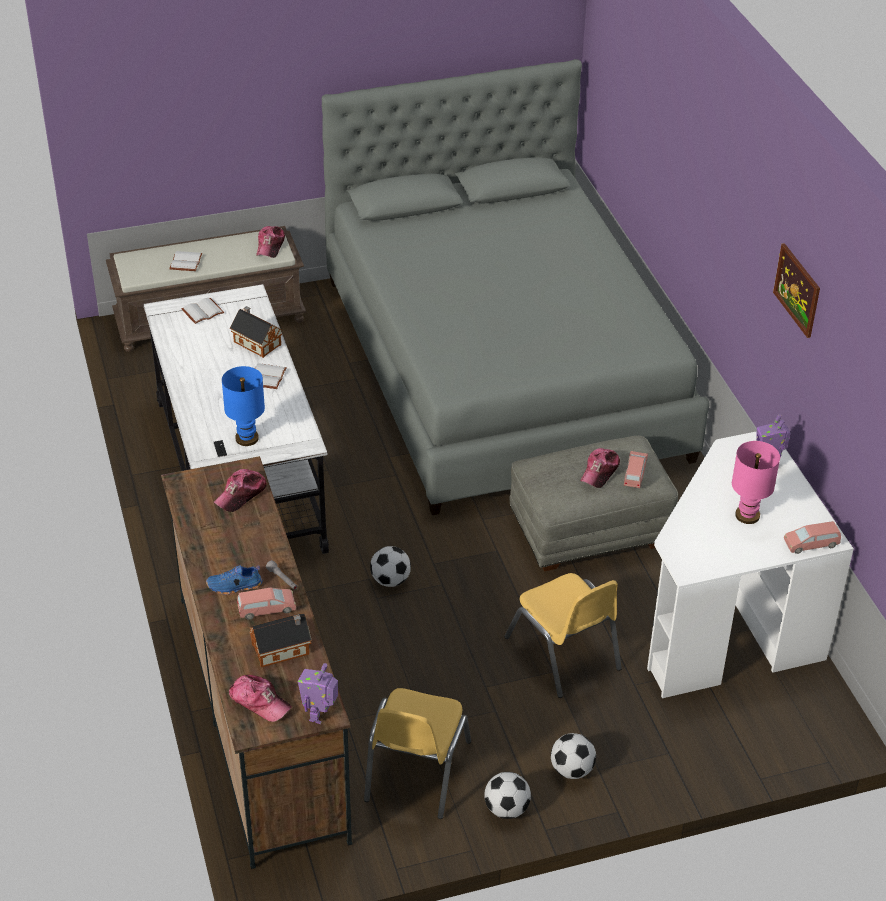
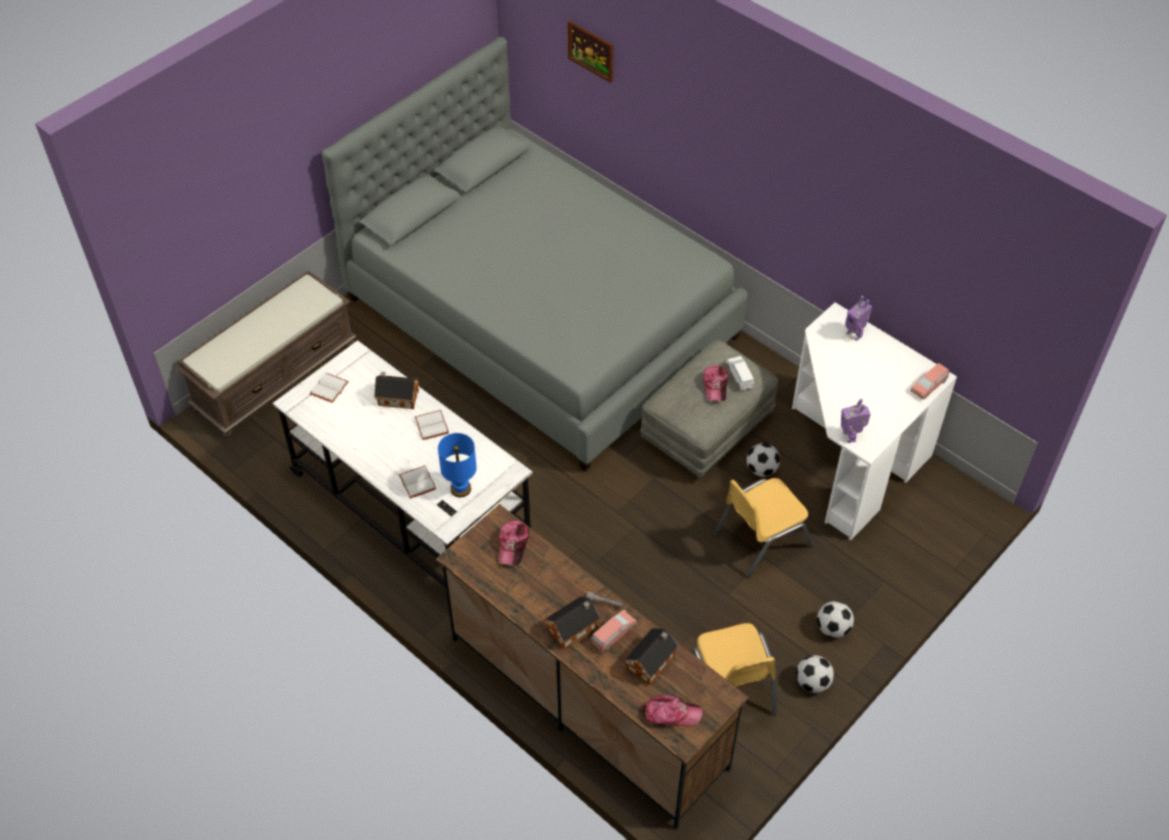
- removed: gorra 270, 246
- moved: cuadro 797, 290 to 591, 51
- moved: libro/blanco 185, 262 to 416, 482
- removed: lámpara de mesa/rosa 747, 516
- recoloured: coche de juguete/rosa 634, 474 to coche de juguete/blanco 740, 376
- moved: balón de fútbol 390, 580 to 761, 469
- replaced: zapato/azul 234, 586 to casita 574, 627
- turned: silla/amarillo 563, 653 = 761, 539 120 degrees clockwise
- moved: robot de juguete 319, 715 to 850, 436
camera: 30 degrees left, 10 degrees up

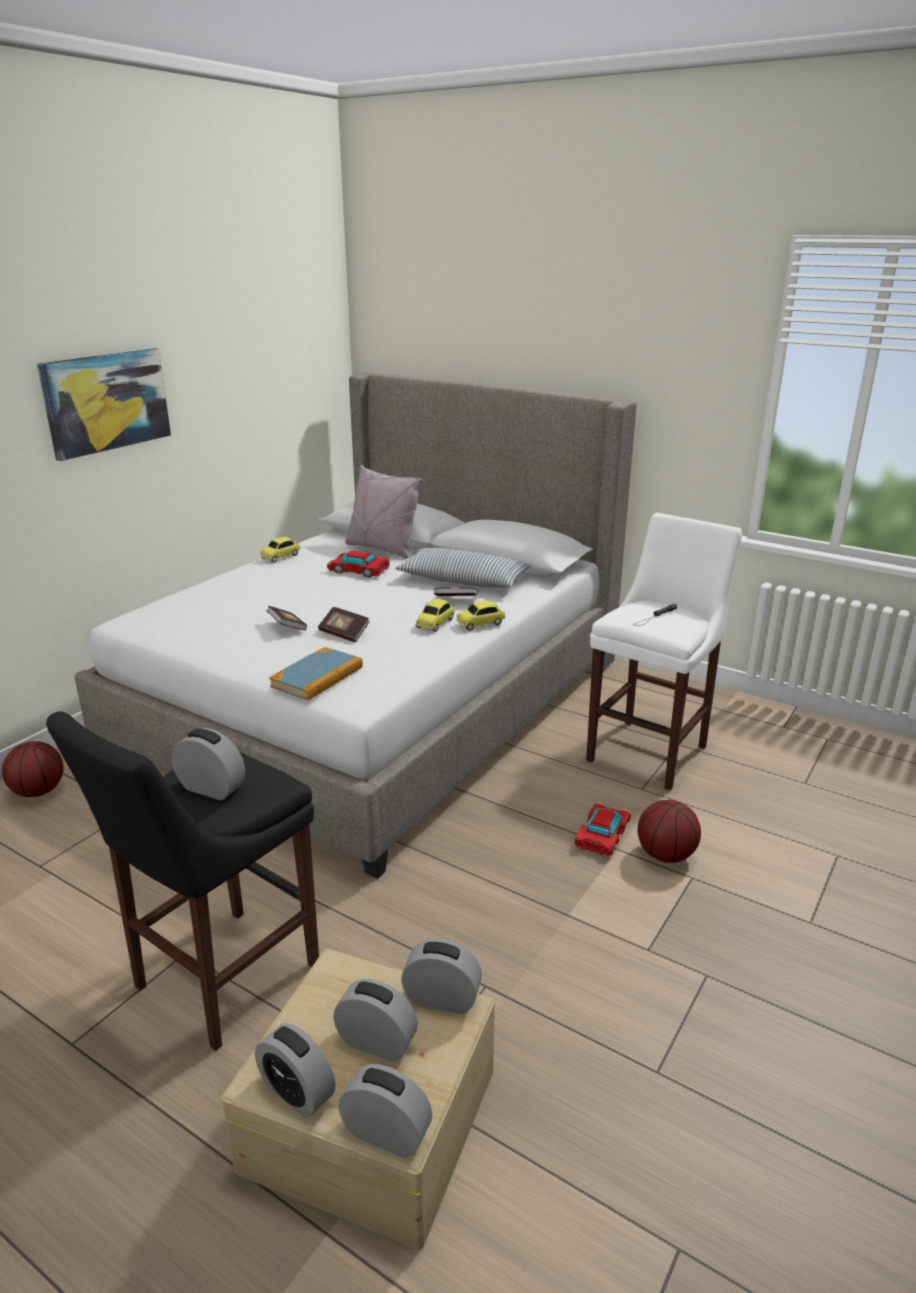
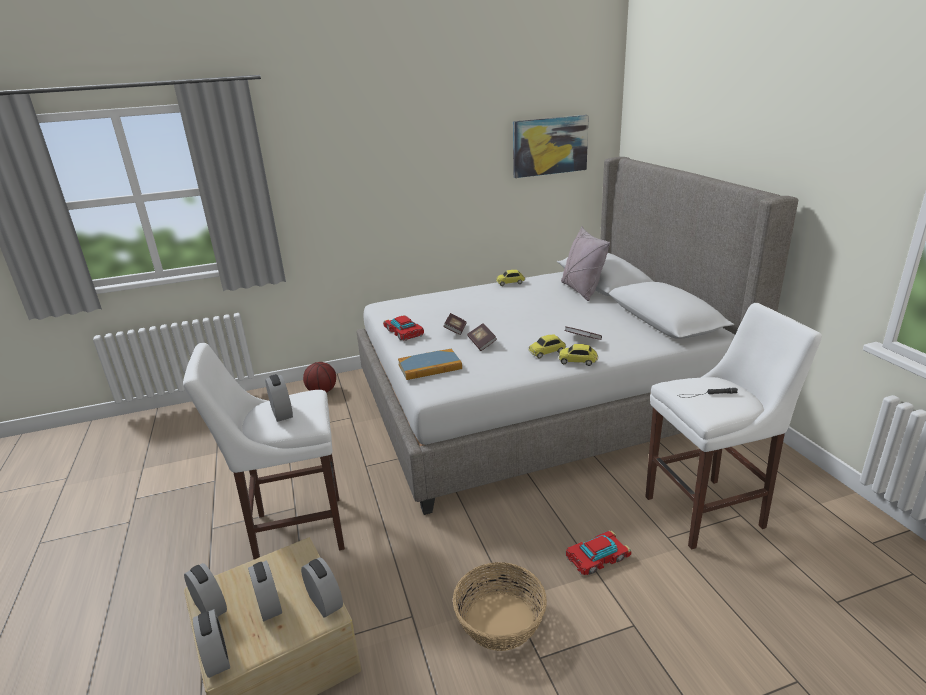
- moved: cuadro 106, 402 to 550, 146
- removed: cojín 463, 580
- moved: coche de juguete 358, 570 to 403, 332
- recoloured: taburete/negro 219, 980 to taburete/blanco 294, 531
- removed: balón de baloncesto 665, 854
- turned: despertador 297, 1092 = 210, 607 150 degrees clockwise
- added: cesta 500, 621
camera: 40 degrees right, 0 degrees up

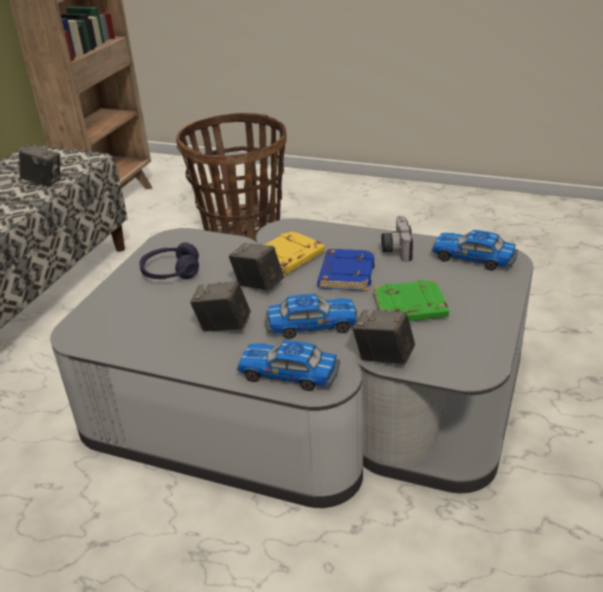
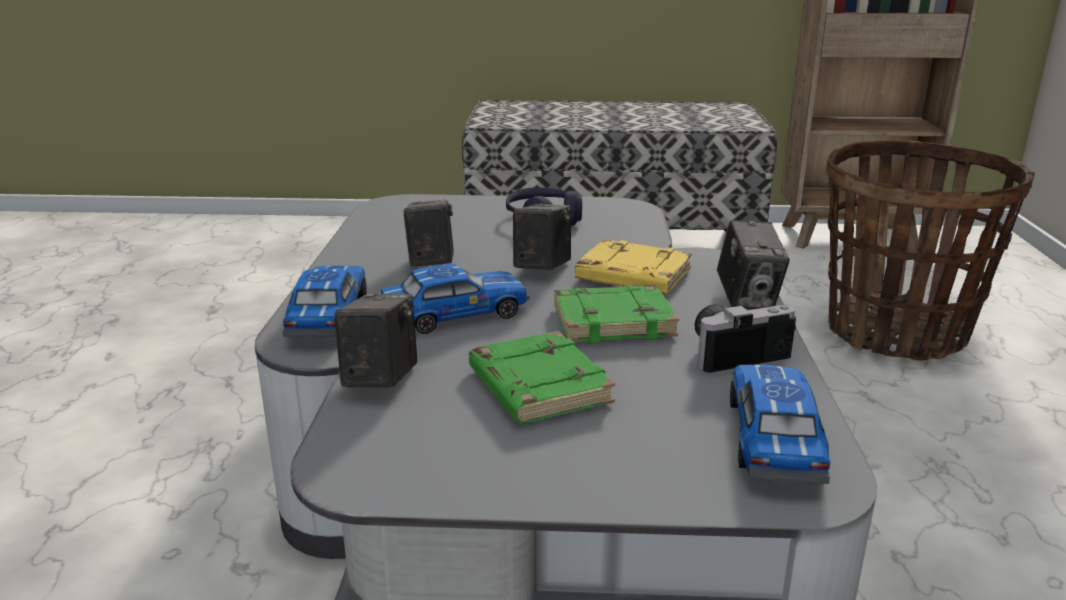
- moved: cámara 44, 182 to 747, 299
- recoloured: libro/azul 346, 274 to libro/verde 614, 321
- turned: coche de juguete 311, 325 = 453, 315 90 degrees counterclockwise
camera: 70 degrees right, 10 degrees down

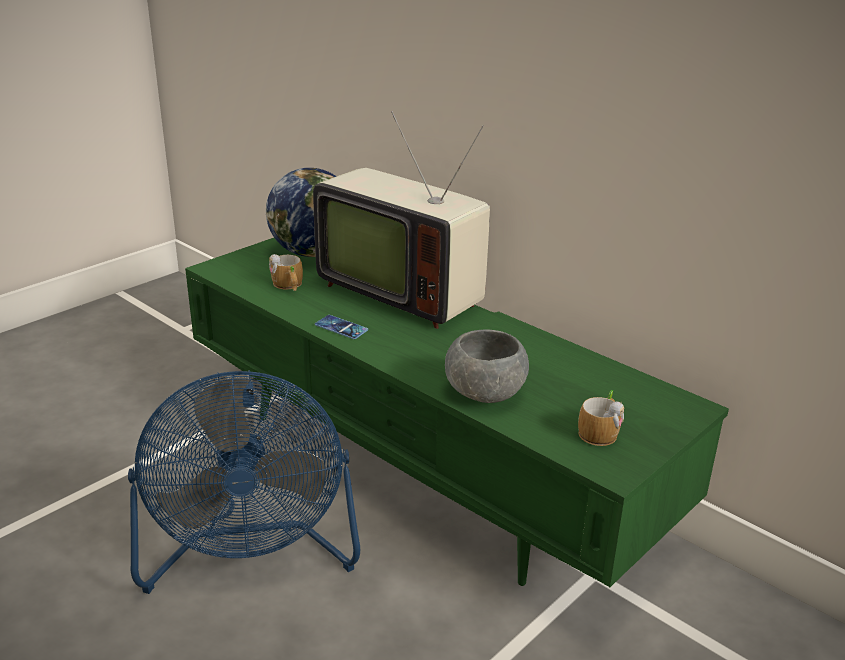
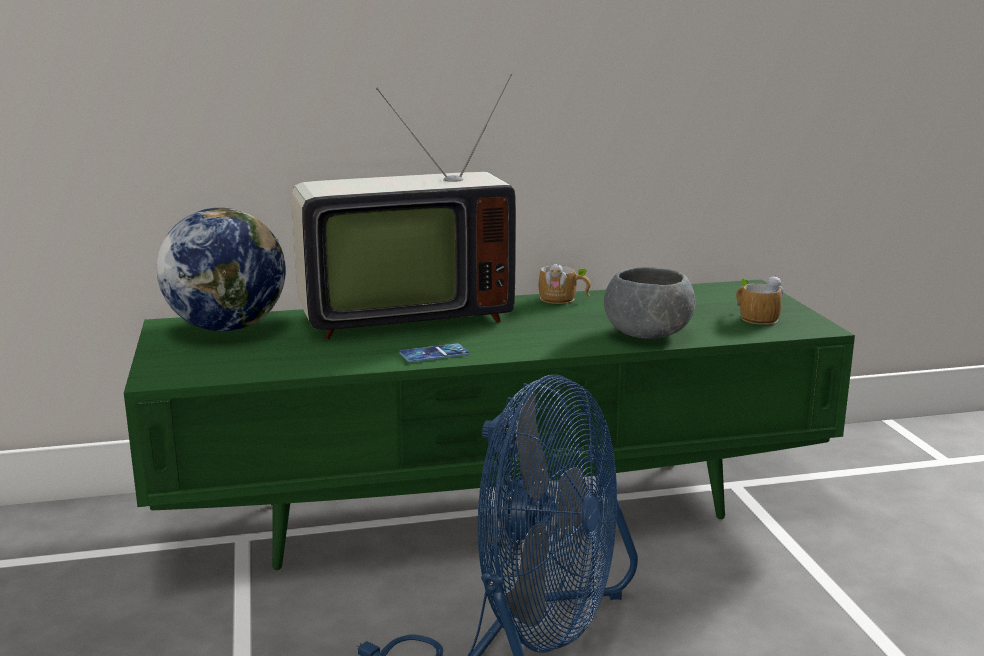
- moved: taza grande 288, 286 to 564, 299
camera: 55 degrees left, 10 degrees down

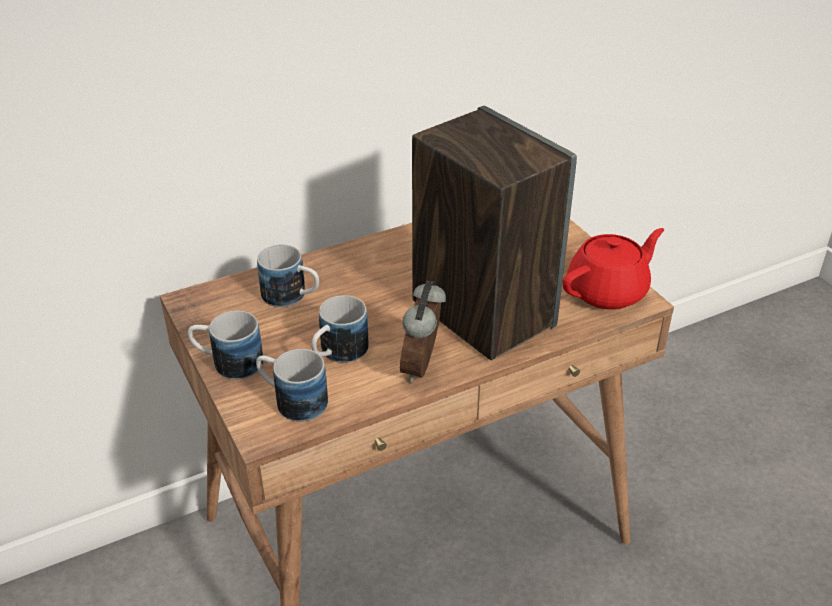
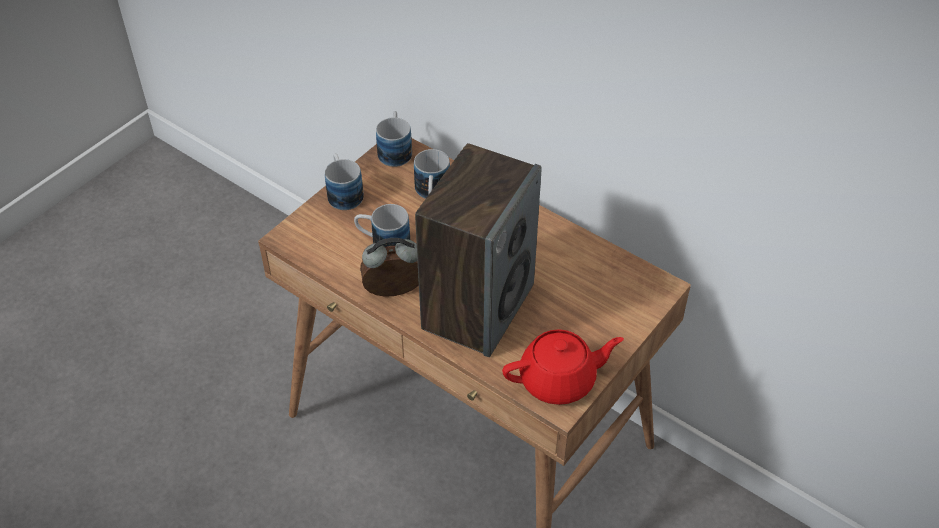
- turned: tetera/rojo 608, 291 = 559, 380 45 degrees counterclockwise
- moved: taza grande 292, 401 to 395, 150
camera: 65 degrees right, 10 degrees up

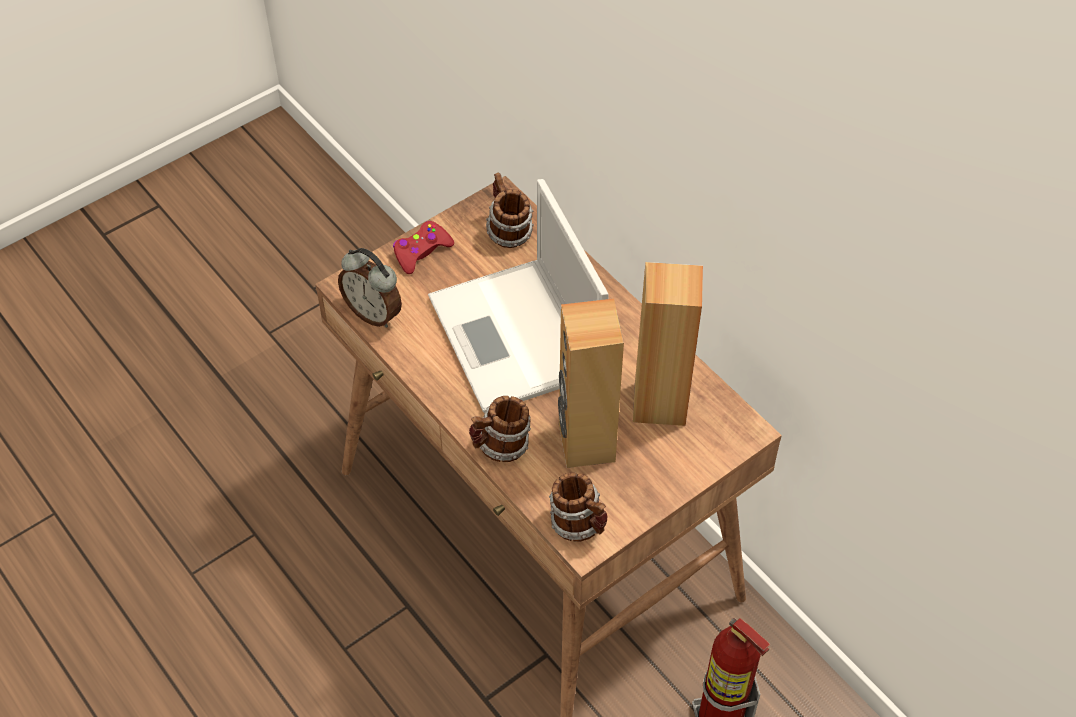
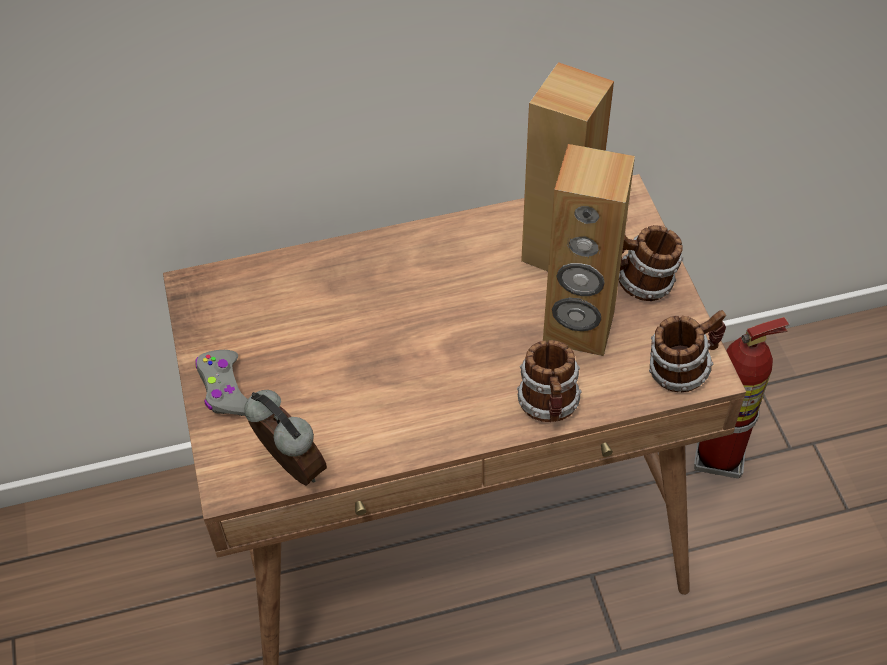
- moved: taza grande 507, 231 to 641, 284
- removed: portátil 517, 338
- recoloured: mando de consola/rojo 421, 252 to mando de consola/gris 225, 389
- turned: despertador 374, 313 = 289, 468 105 degrees counterclockwise
camera: 65 degrees left, 0 degrees up

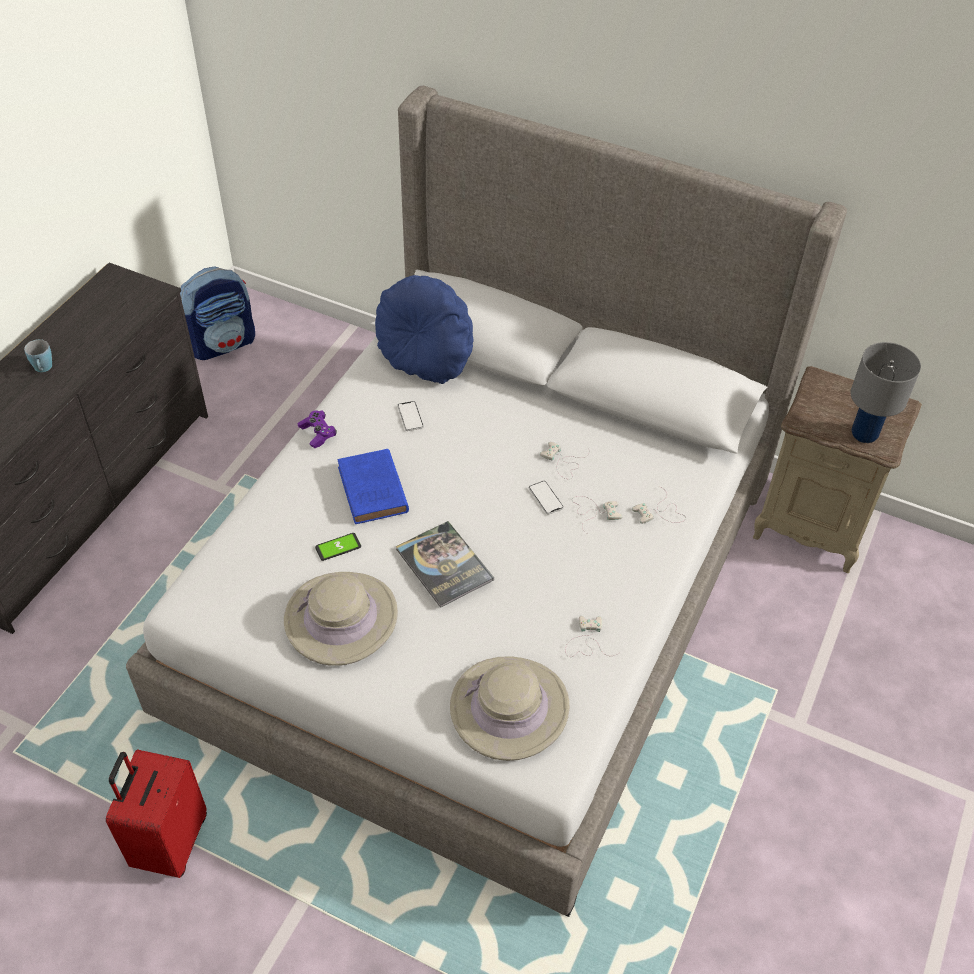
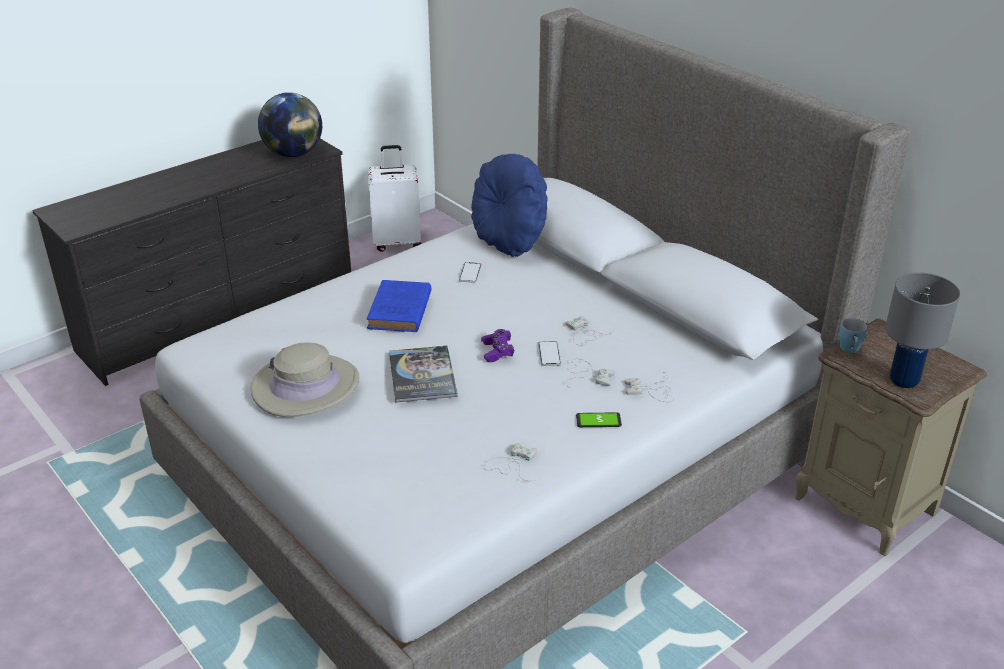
- replaced: mochila 223, 343 to maleta/blanco 397, 242
- moved: taza grande/azul 43, 369 to 850, 350
- moved: mando de consola/morado 318, 433 to 497, 351
- moved: móvil 338, 547 to 598, 421
- removed: sombrero/beis 509, 708
- removed: maleta/rojo 169, 842
- added: globo terráqueo 293, 154
camera: 25 degrees right, 15 degrees down

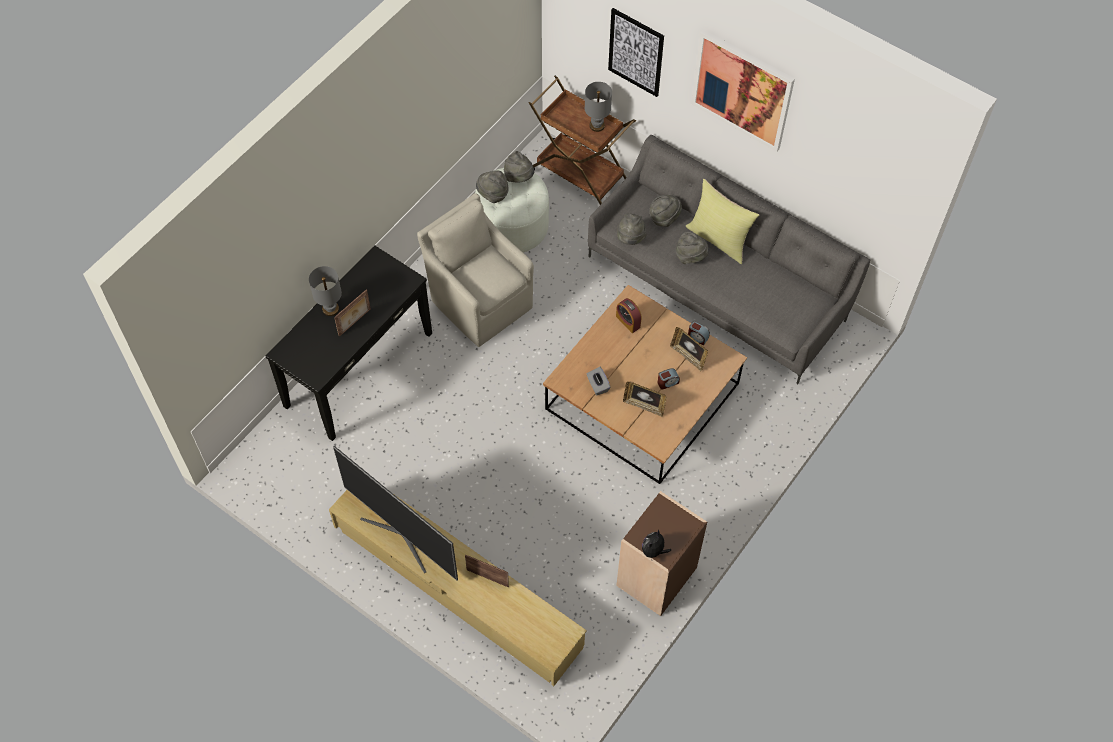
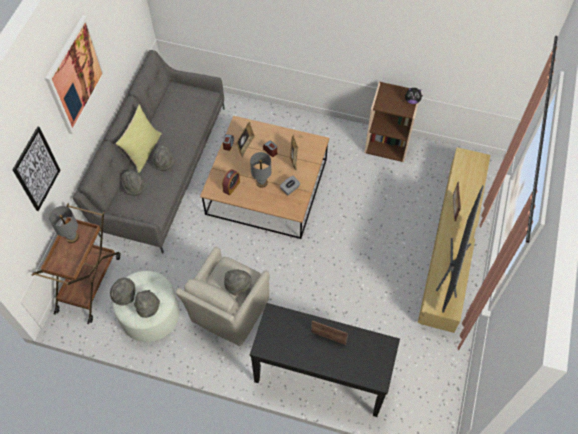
- moved: sombrero/gris 630, 239 to 238, 286
- moved: lámpara de mesa/gris 330, 309 to 262, 182
camera: 110 degrees left, 0 degrees up

